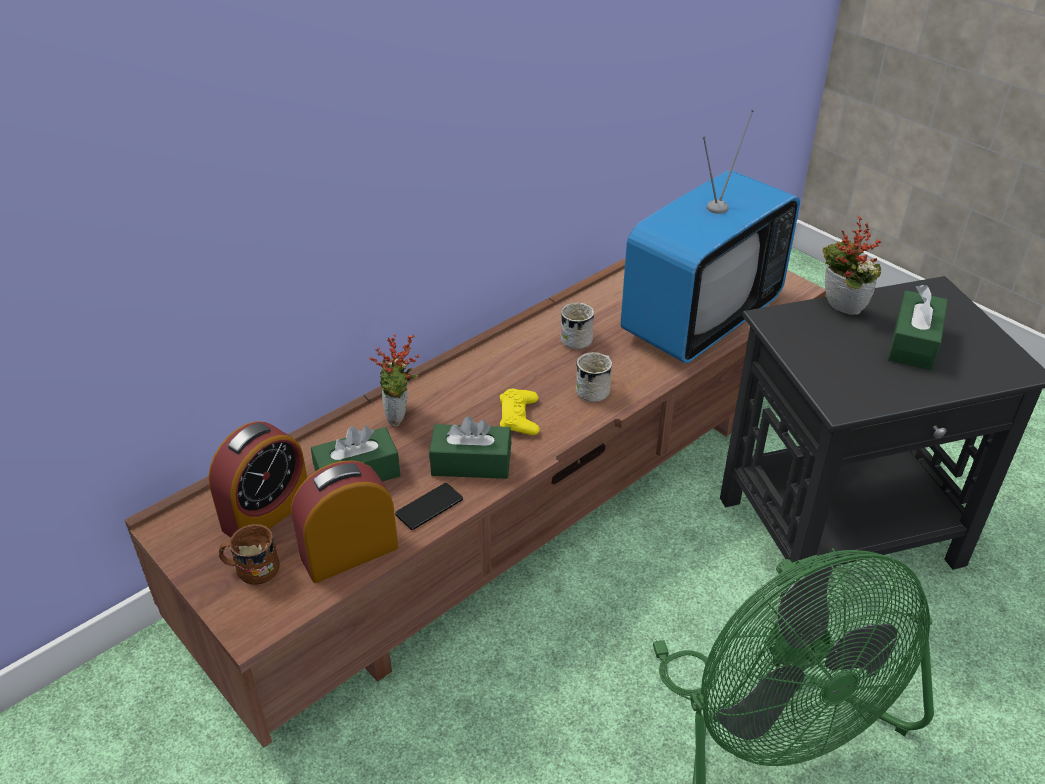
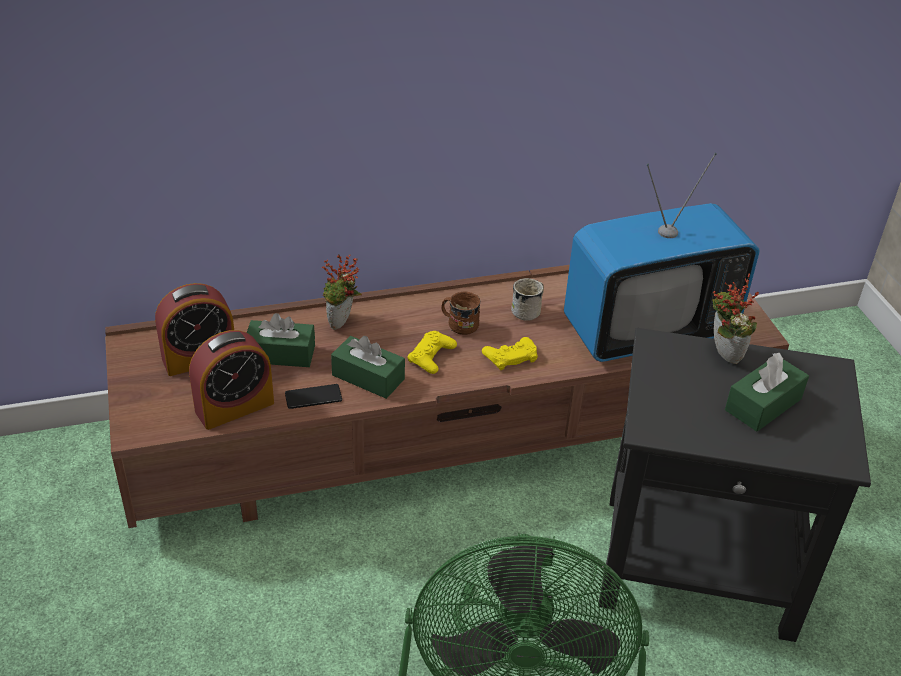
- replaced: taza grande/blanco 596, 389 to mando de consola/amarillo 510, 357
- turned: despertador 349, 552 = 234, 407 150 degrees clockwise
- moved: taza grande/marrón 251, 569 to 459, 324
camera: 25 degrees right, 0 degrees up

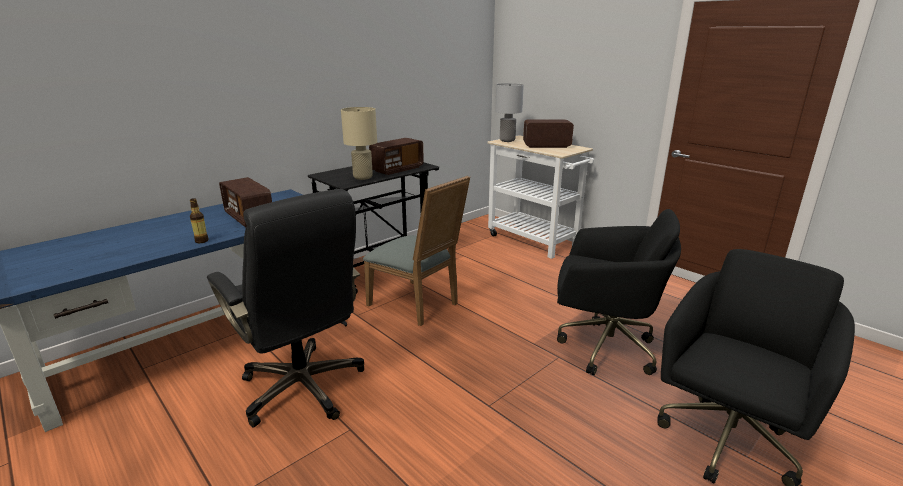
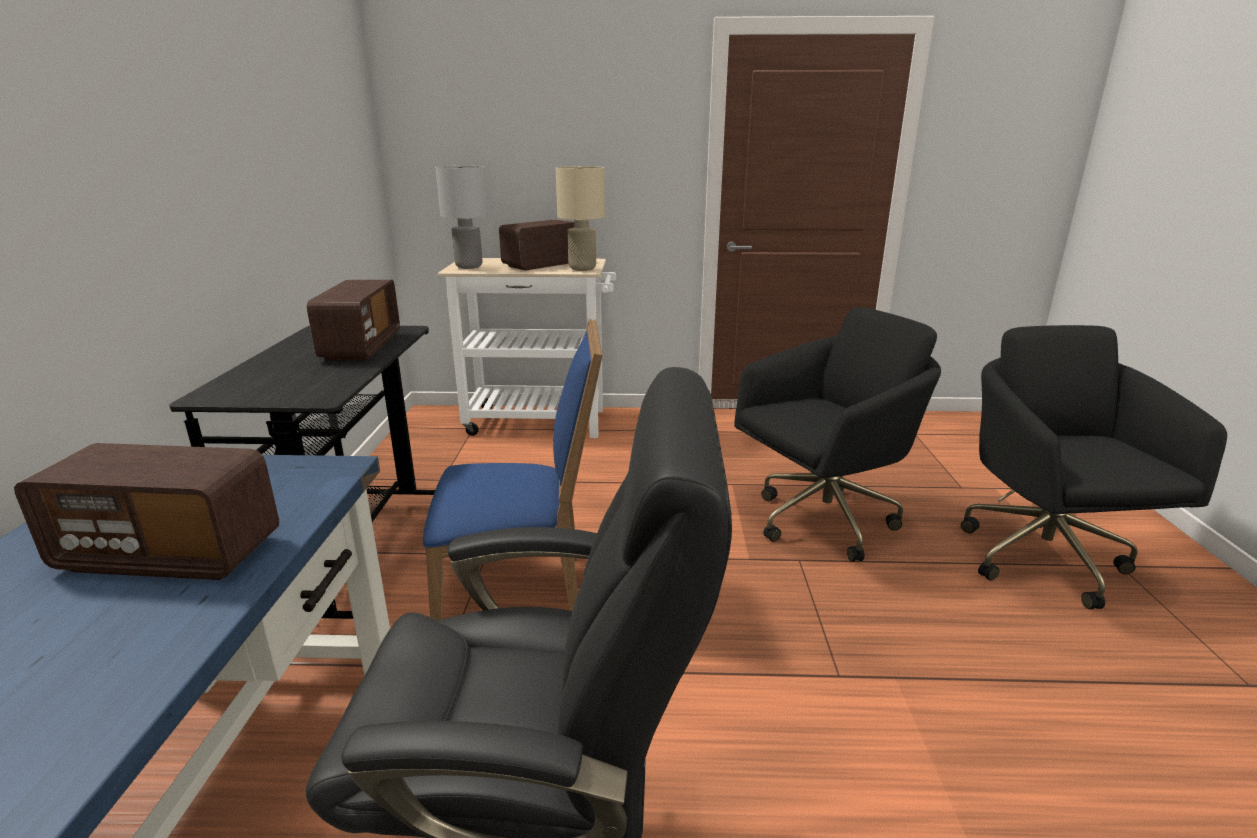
- moved: lámpara de mesa/beis 362, 178 to 582, 270
- recoloured: silla/gris 418, 305 to silla/azul 521, 589
- removed: botella 201, 241
camera: 45 degrees left, 0 degrees up

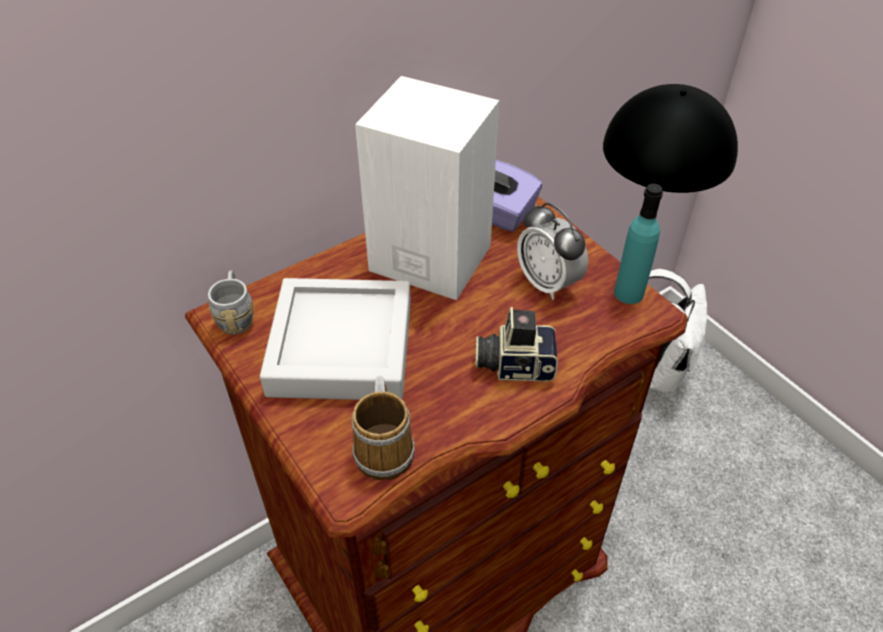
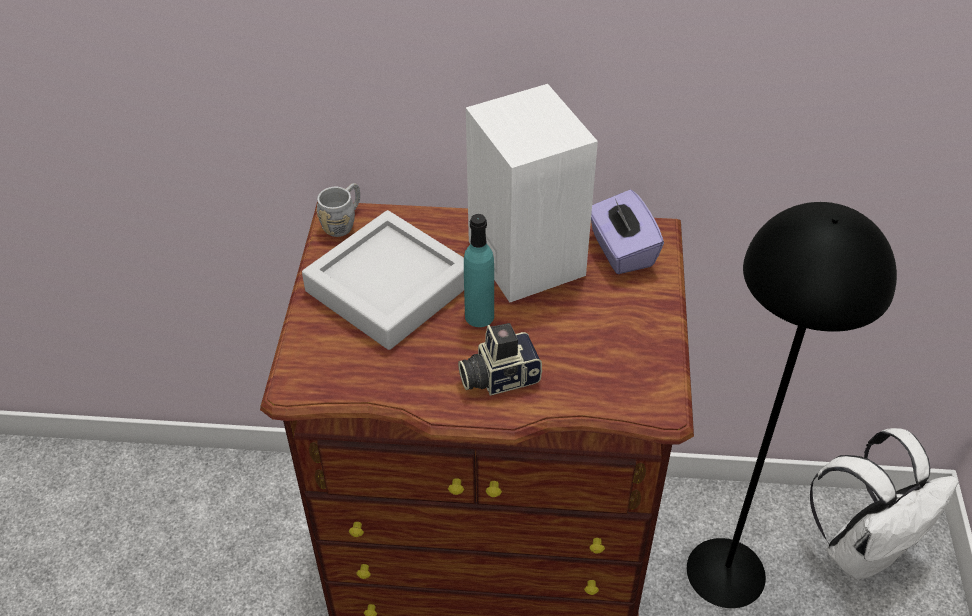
- moved: botella/turquesa 628, 293 to 479, 316
- removed: despertador 548, 283
- turned: cámara 514, 364 = 498, 376 60 degrees counterclockwise
- removed: taza grande 386, 449
camera: 40 degrees right, 0 degrees up

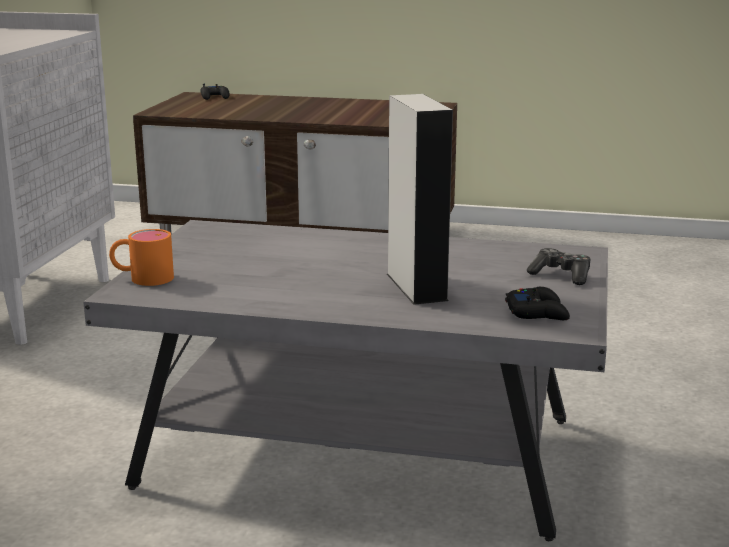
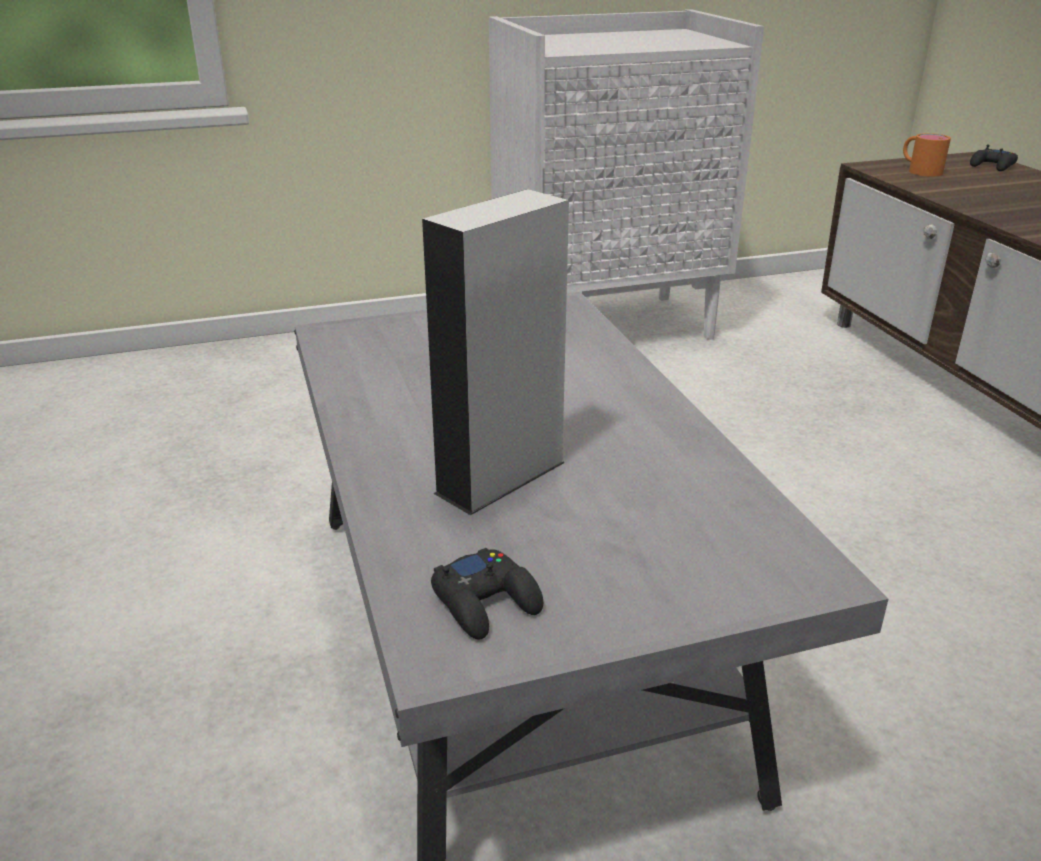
- moved: taza grande/naranja 142, 278 to 919, 170
- removed: mando de consola 561, 275
camera: 60 degrees right, 10 degrees up

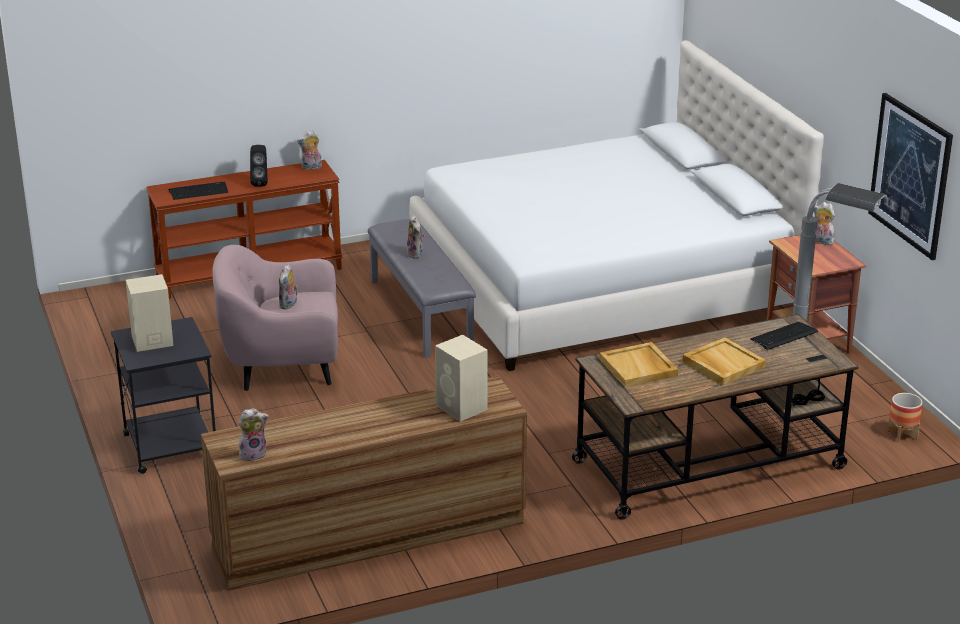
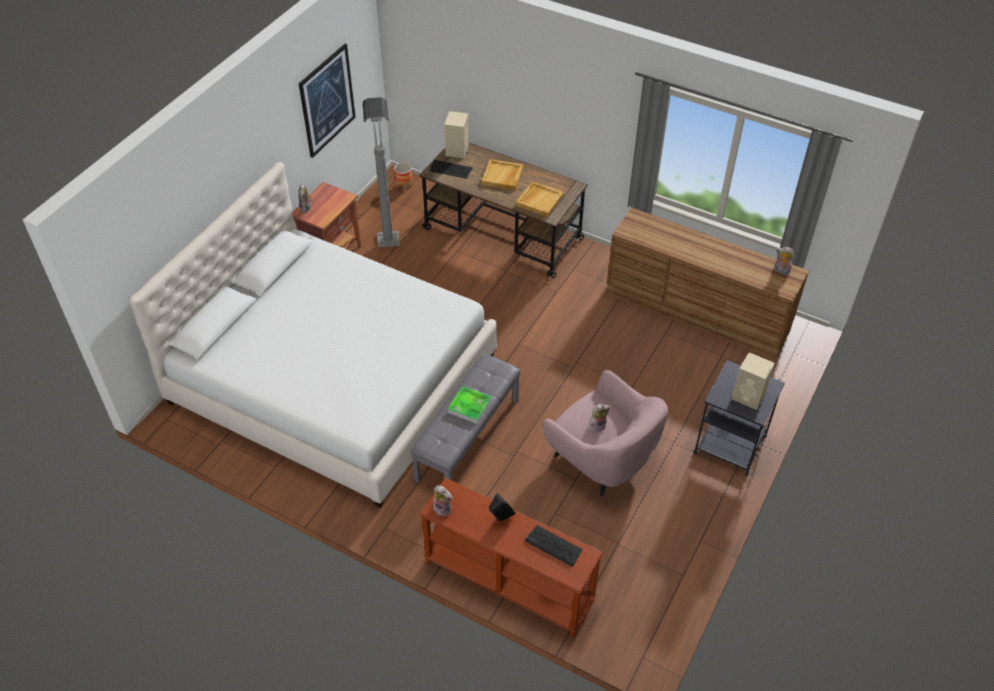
- replaced: peluche 416, 254 to bandeja 469, 406
- moved: altavoz/beis 462, 408 to 457, 150
camera: 130 degrees left, 20 degrees up

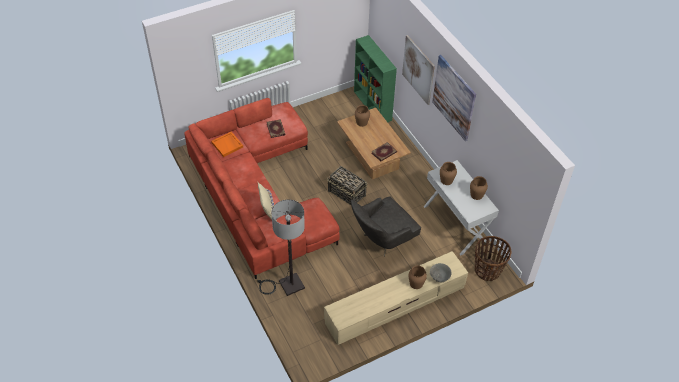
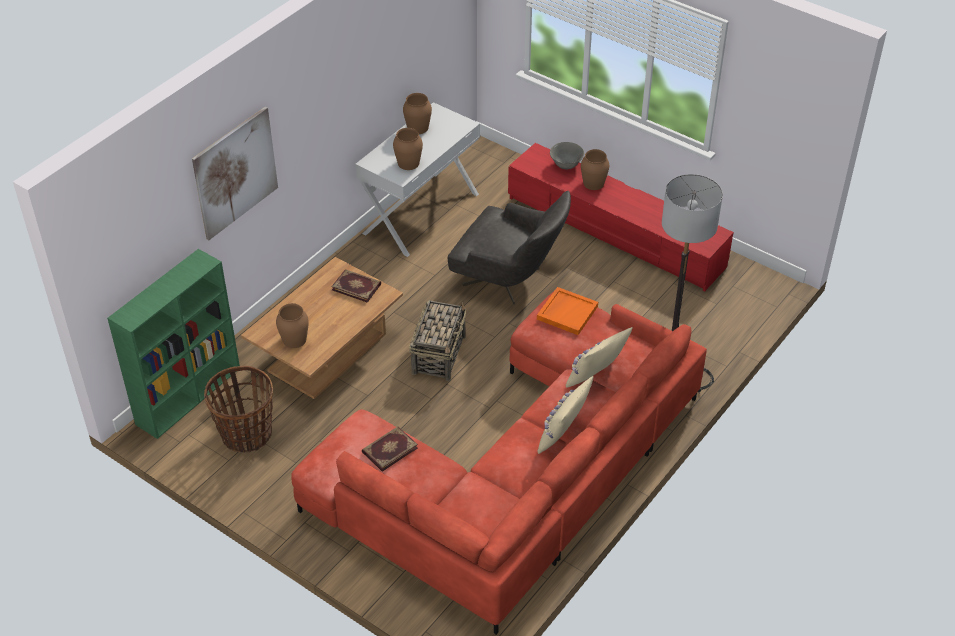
- removed: cuadro 454, 98
- moved: bandeja/naranja 227, 145 to 567, 312
- moved: cesta 487, 270 to 246, 434
- recoloured: mueble de televisión/beis 395, 305 to mueble de televisión/rojo 615, 232
- added: cojín/beis 563, 435
camera: 115 degrees left, 5 degrees down

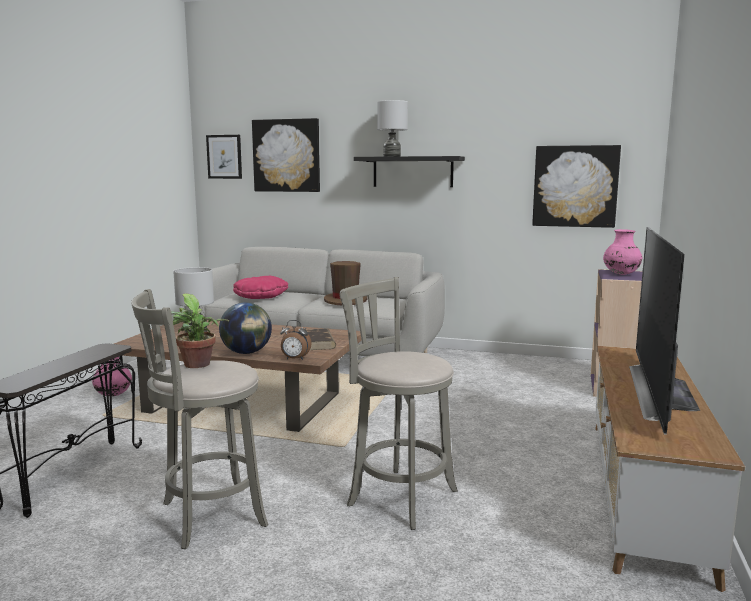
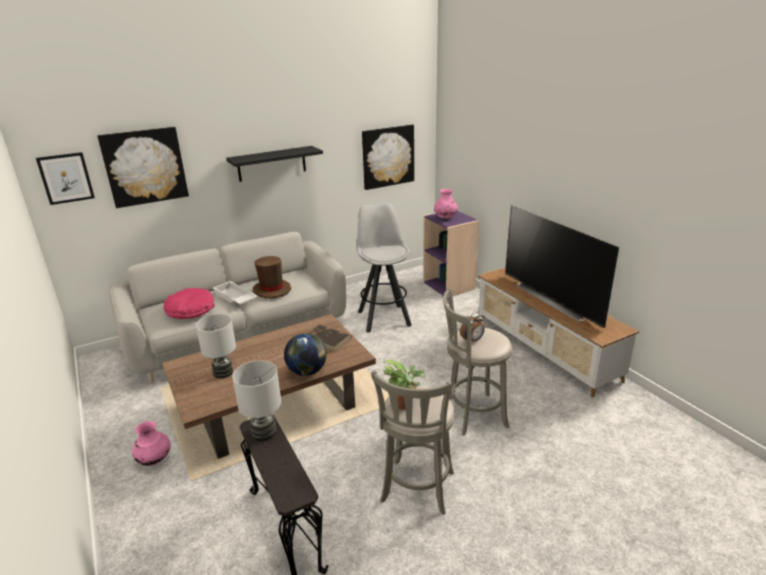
- moved: lámpara de mesa/gris 392, 156 to 264, 432
- moved: despertador 295, 359 to 472, 340
- added: taburete/gris 384, 317
- added: bandeja/blanco 234, 297
camera: 45 degrees left, 15 degrees up

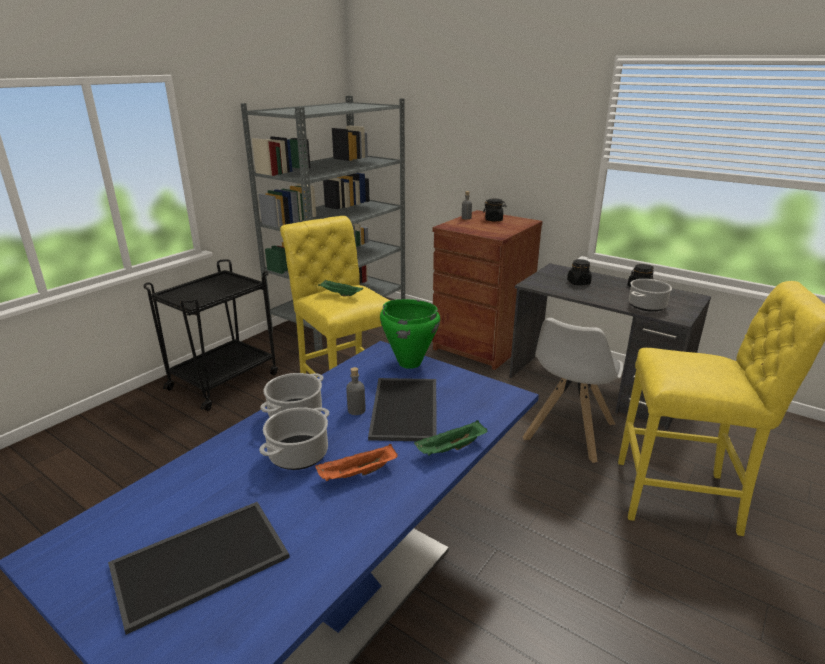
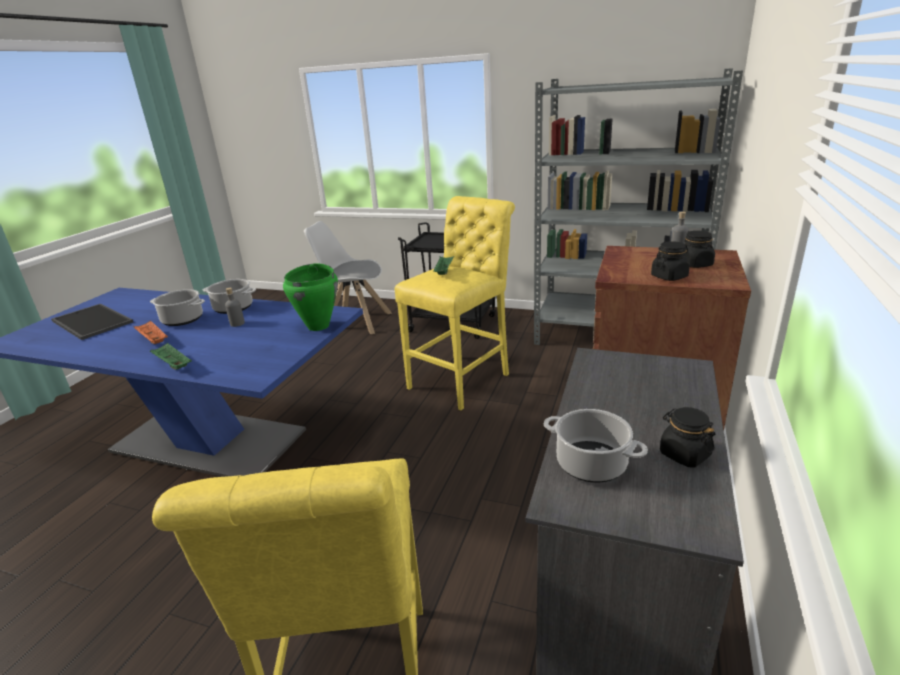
- moved: tarro/negro 578, 282 to 669, 276
- moved: silla 568, 432 to 355, 322
- removed: bandeja 406, 409
camera: 75 degrees right, 0 degrees up

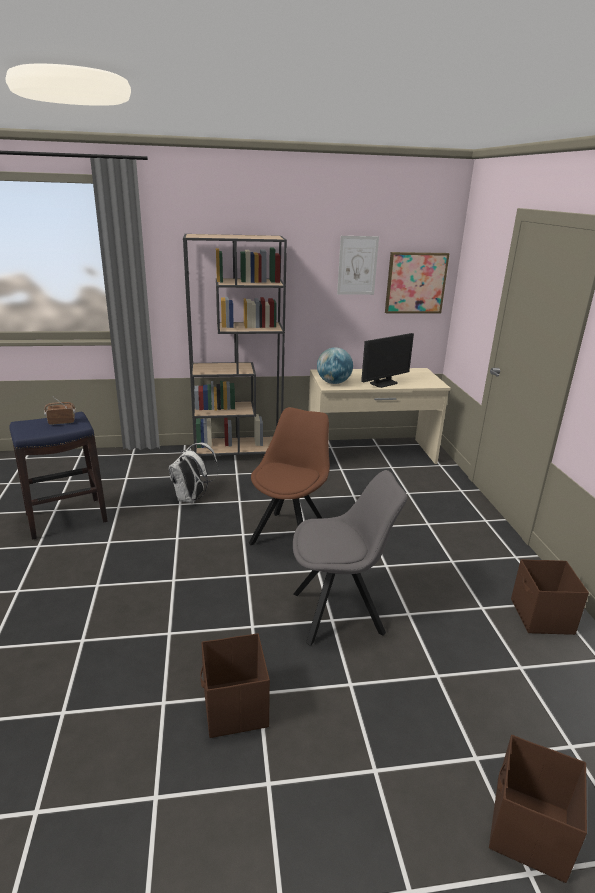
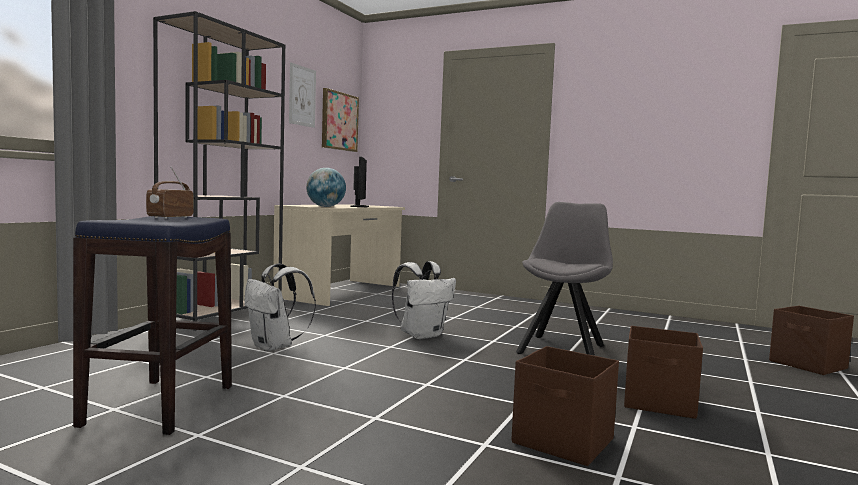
- replaced: silla/marrón 290, 534 to mochila/blanco 422, 335
- moved: caja de almacenaje/marrón 541, 617 to 564, 442
camera: 55 degrees left, 20 degrees down

